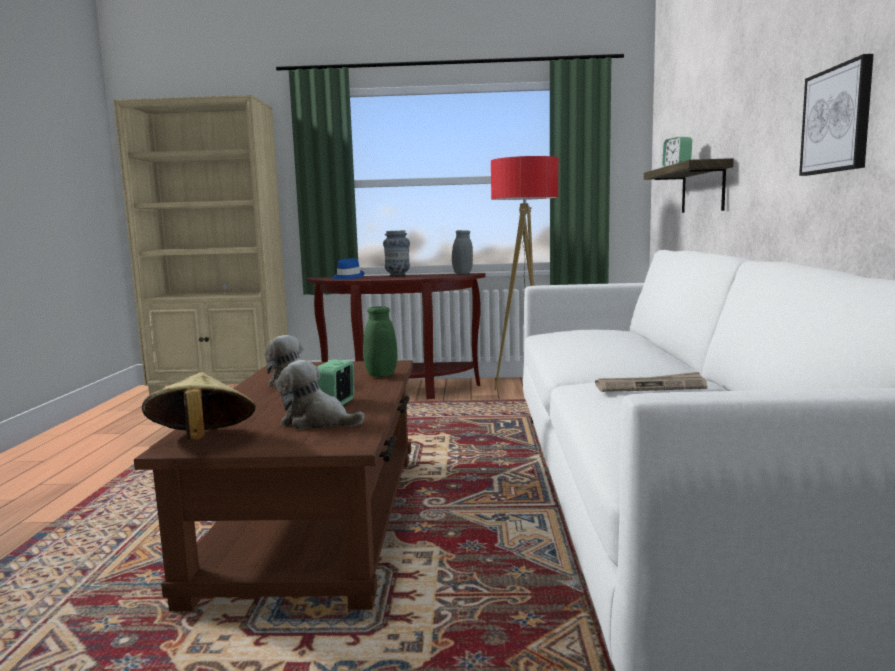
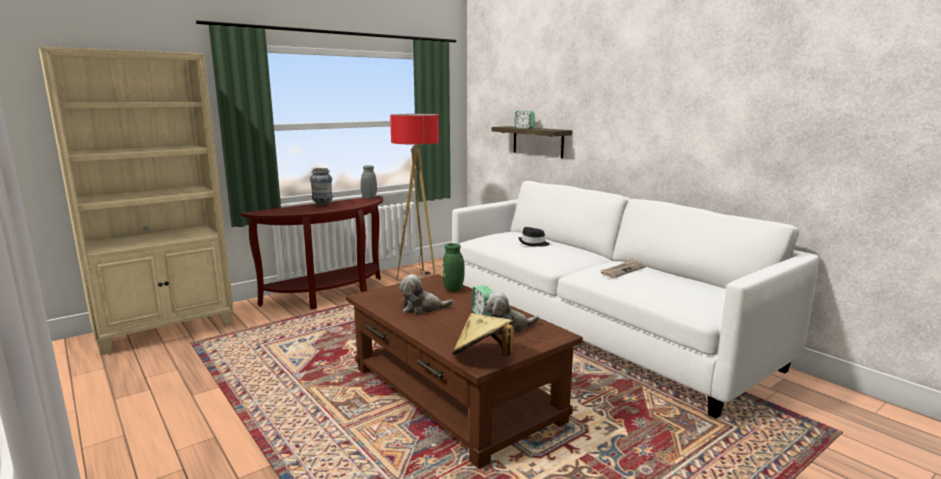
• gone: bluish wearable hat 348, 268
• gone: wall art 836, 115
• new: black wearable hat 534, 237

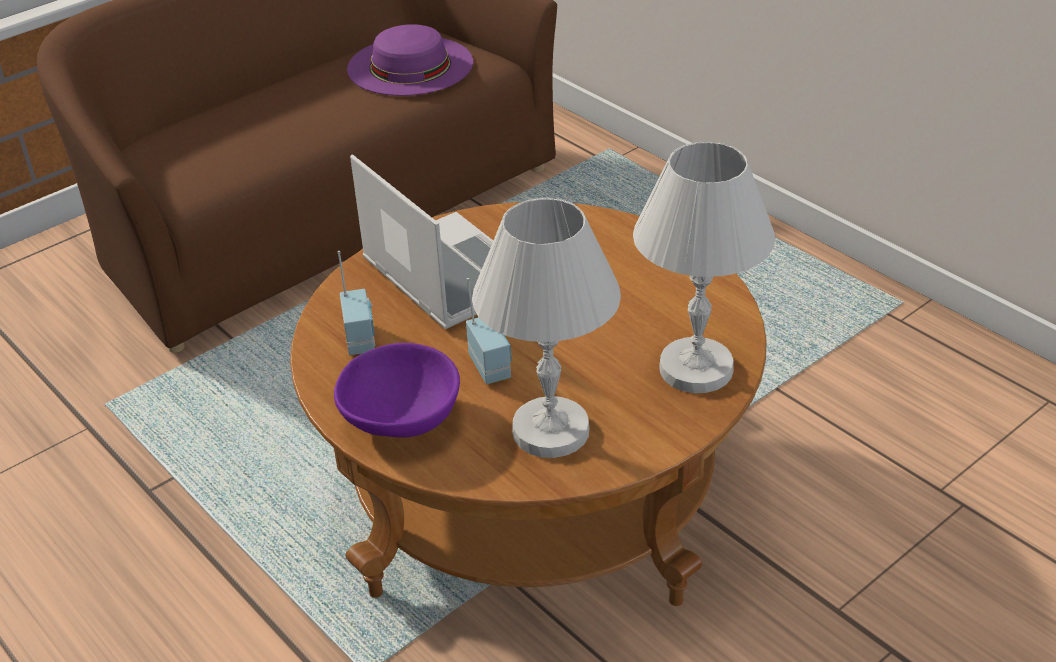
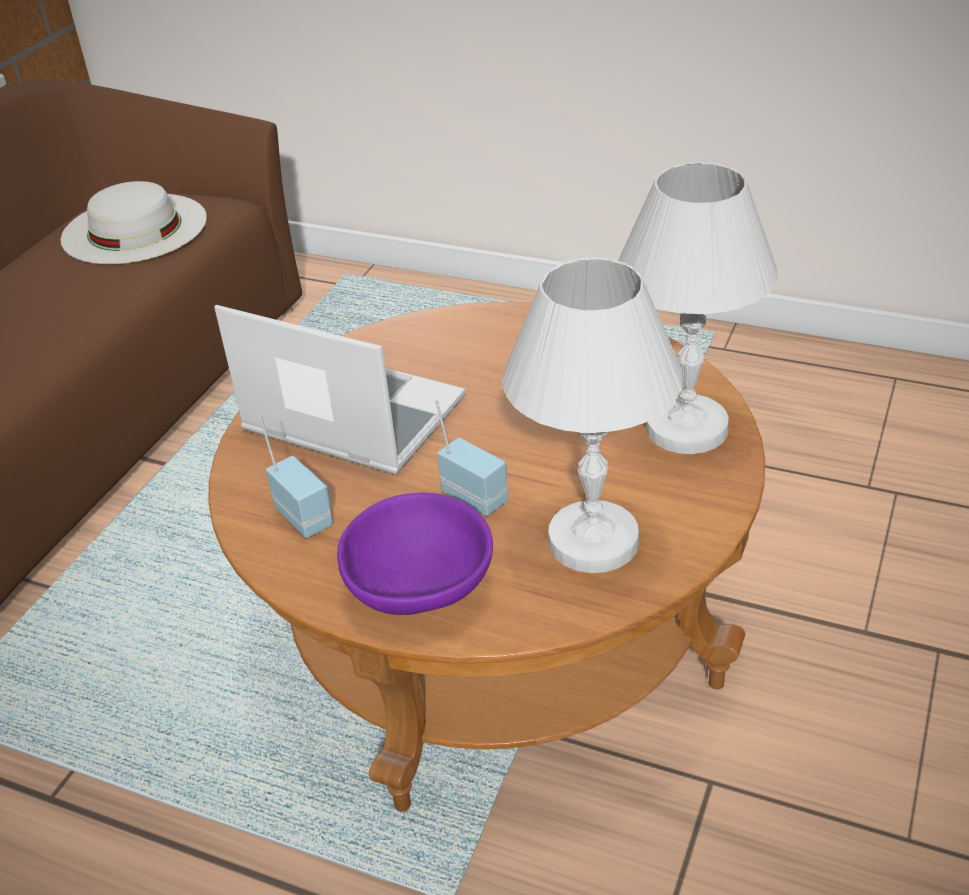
• repainted: purplish wearable hat 410, 60 to white-coloured wearable hat 134, 222

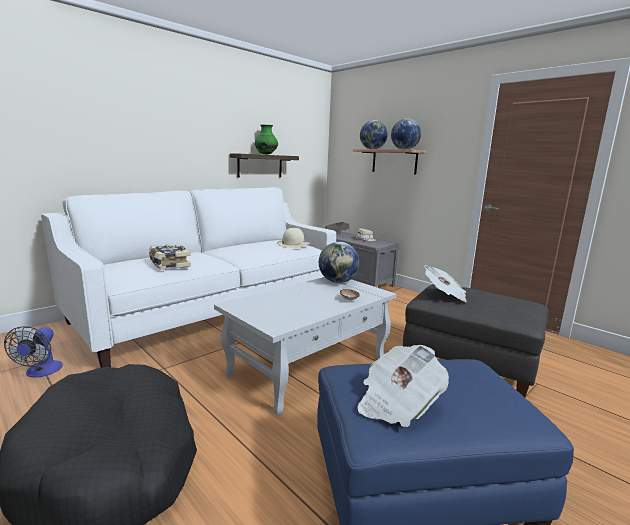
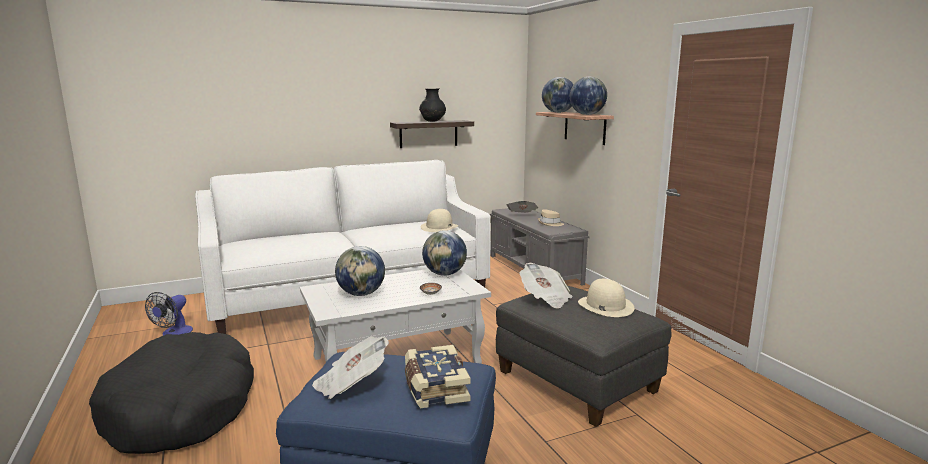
• new: desk globe 360, 271
• new: sand-coloured wearable hat 606, 298
• shifted: book 170, 257 to 438, 376
• repainted: green decorative vase 266, 140 to black decorative vase 432, 105

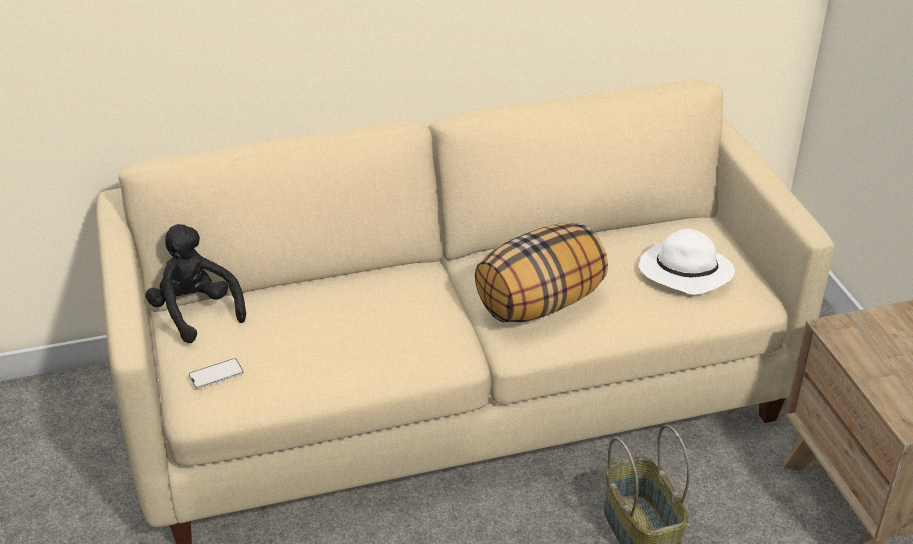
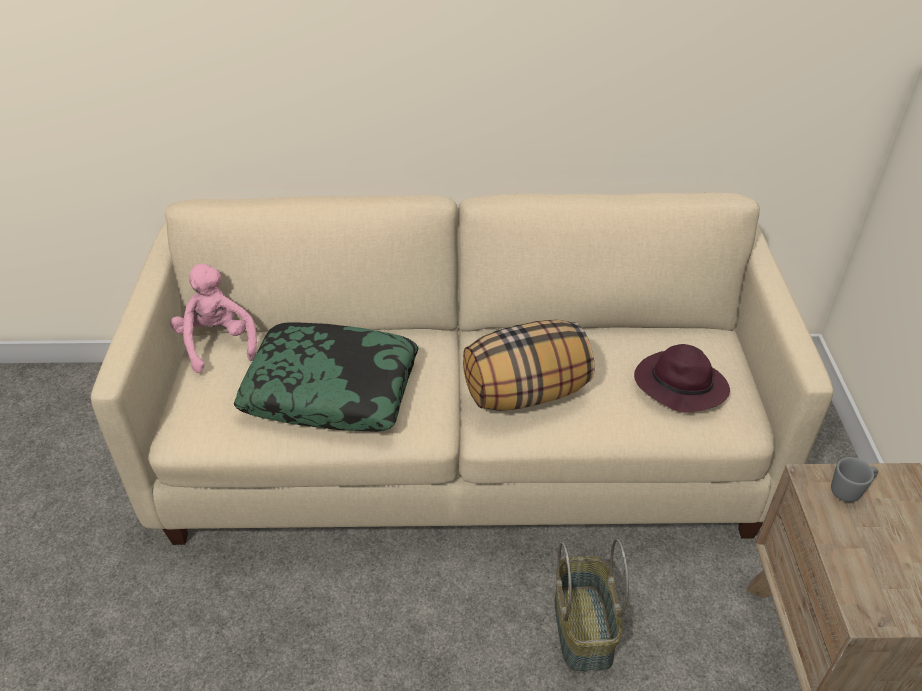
• gone: telephone 216, 373
• new: pillow 326, 377
• new: grey mug 854, 479
• repainted: black cuddly toy 195, 283 to pink-coloured cuddly toy 213, 318
• repainted: white-coloured wearable hat 687, 262 to purplish wearable hat 682, 378

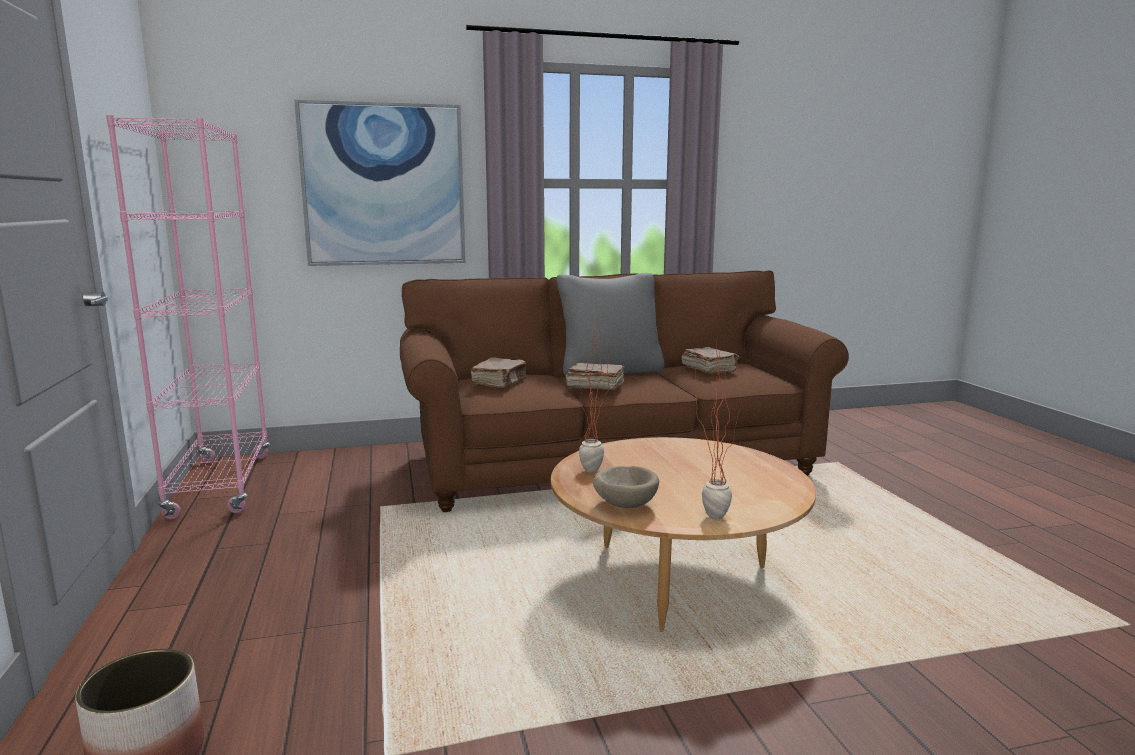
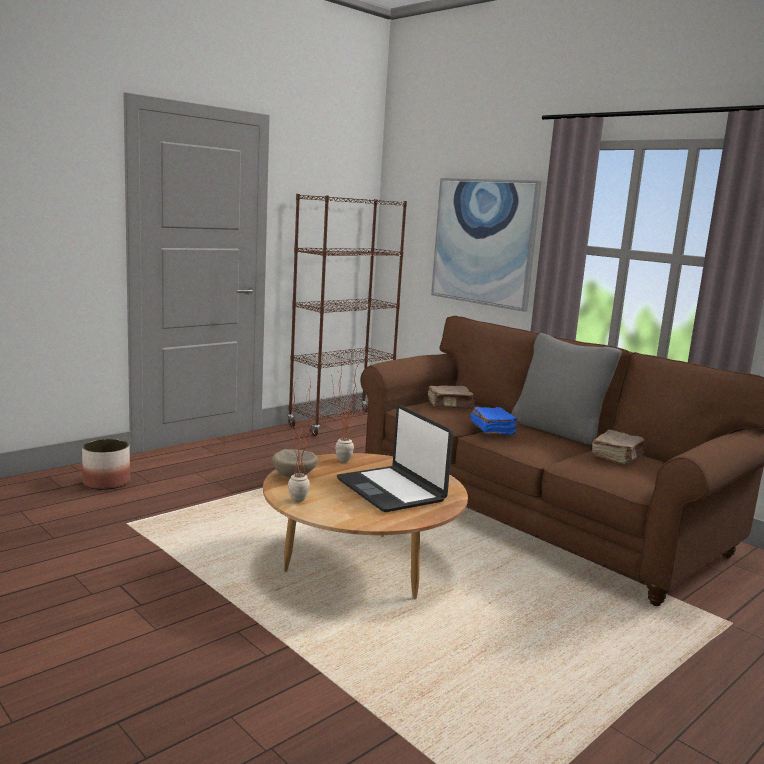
• new: portable computer 395, 458
• repainted: pink-coloured shelving unit 188, 317 to brown-coloured shelving unit 347, 315
• repainted: brown-coloured book 595, 376 to bluish book 495, 421

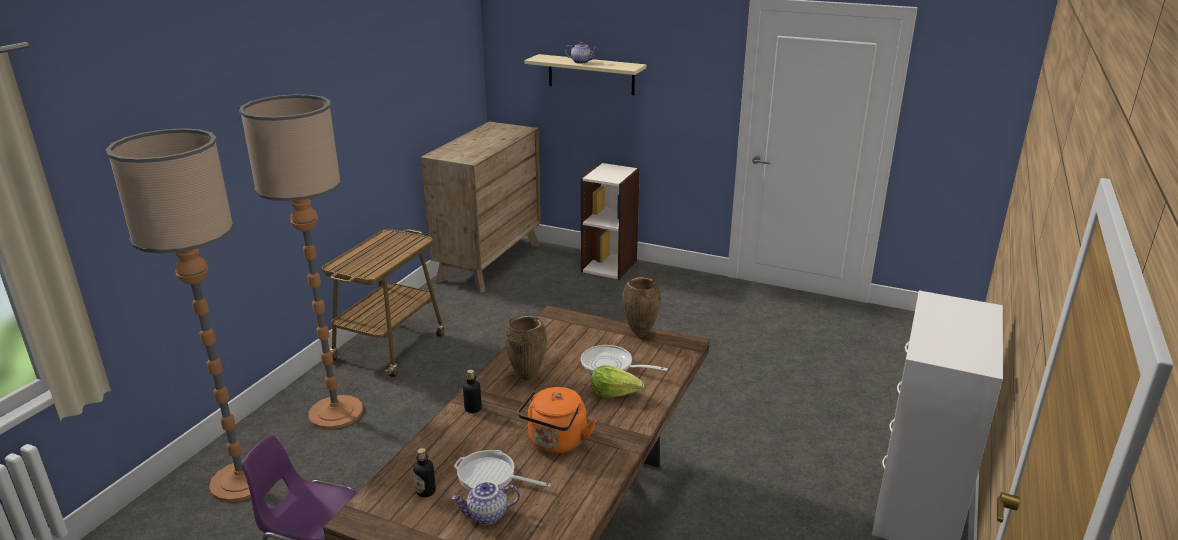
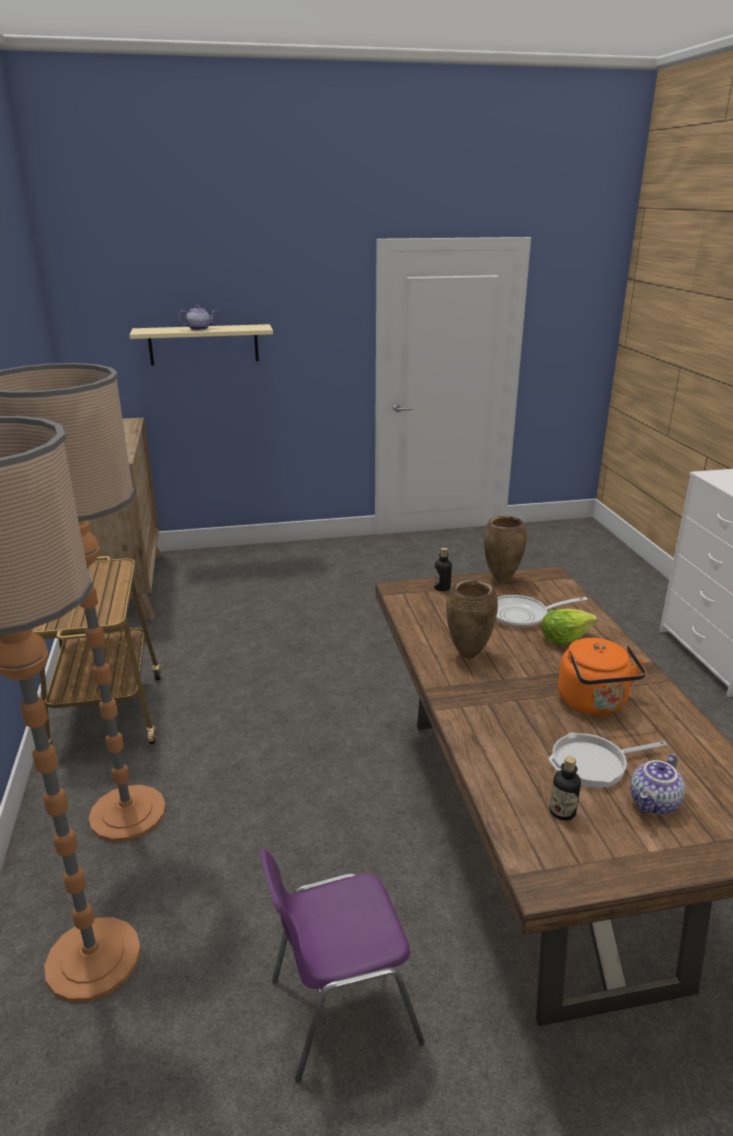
• gone: shelving unit 610, 221
• shifted: drink bottle 472, 391 to 443, 569

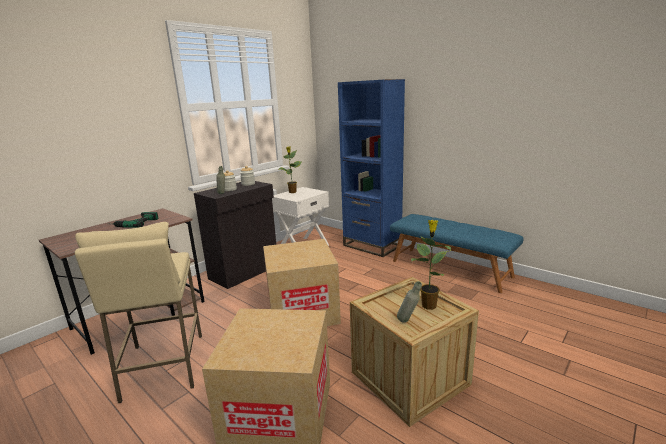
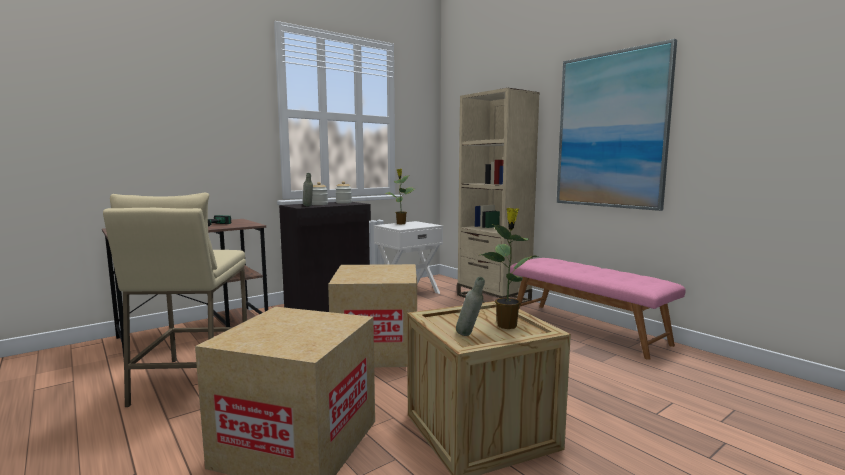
• new: wall art 617, 125
• repainted: bluish shelving unit 371, 168 to sand-coloured shelving unit 498, 195
• repainted: bluish long seat 456, 253 to pink-coloured long seat 598, 309

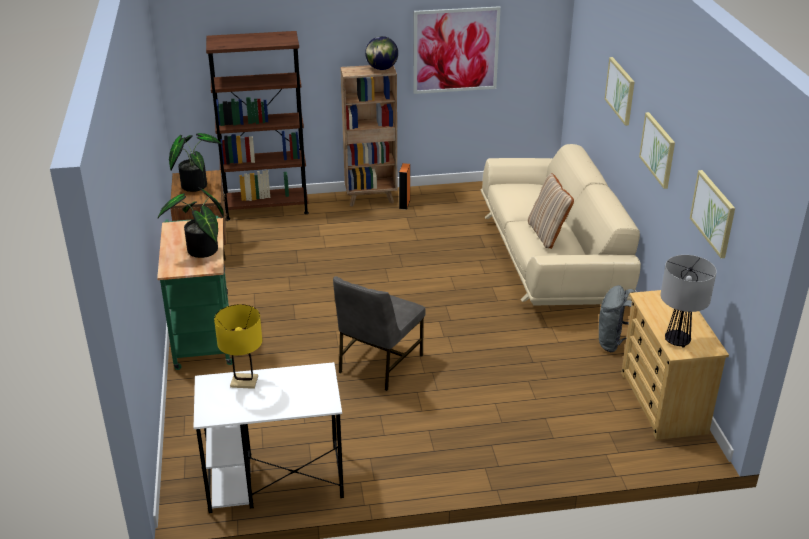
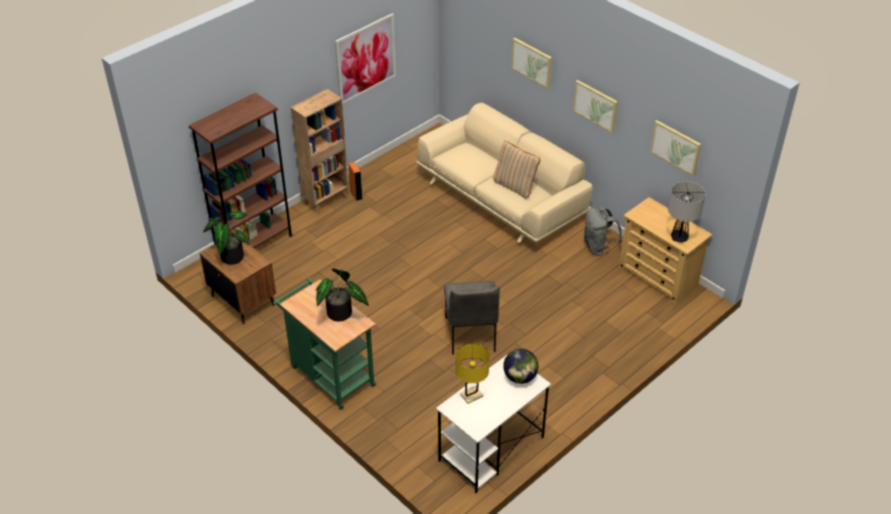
• shifted: desk globe 381, 53 to 520, 366

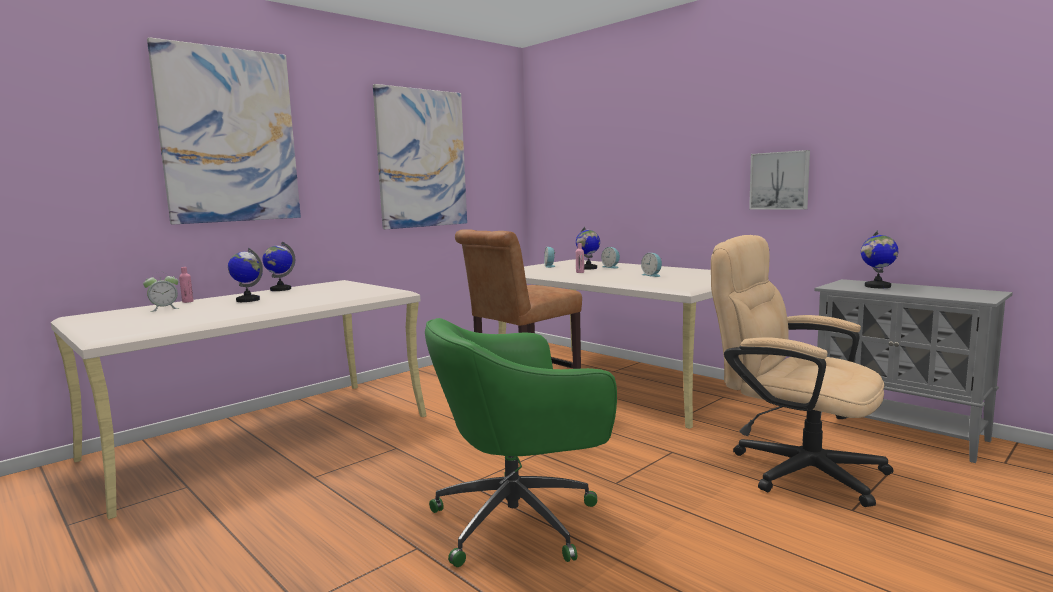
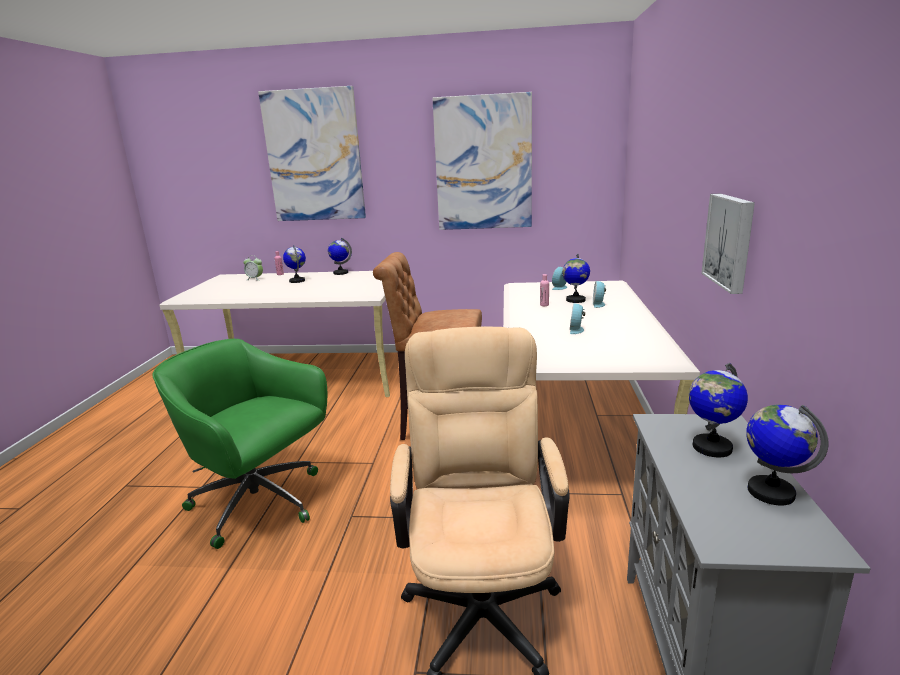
• new: desk globe 787, 455

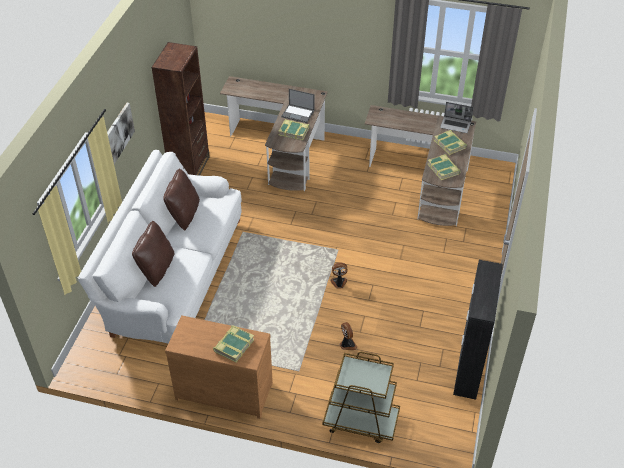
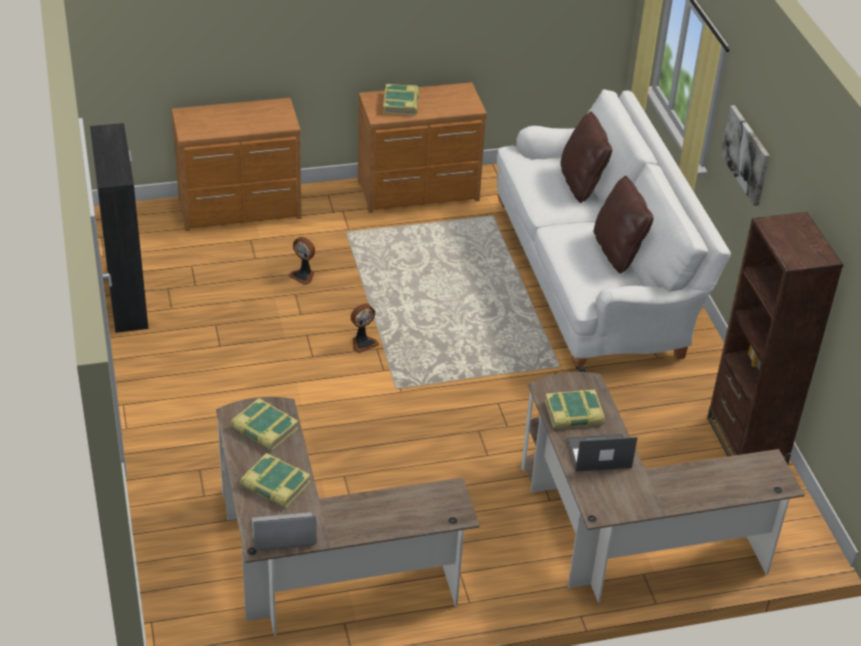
• swapped: brown-coloured wheeled cart 361, 397 to brown-coloured dresser 236, 164

